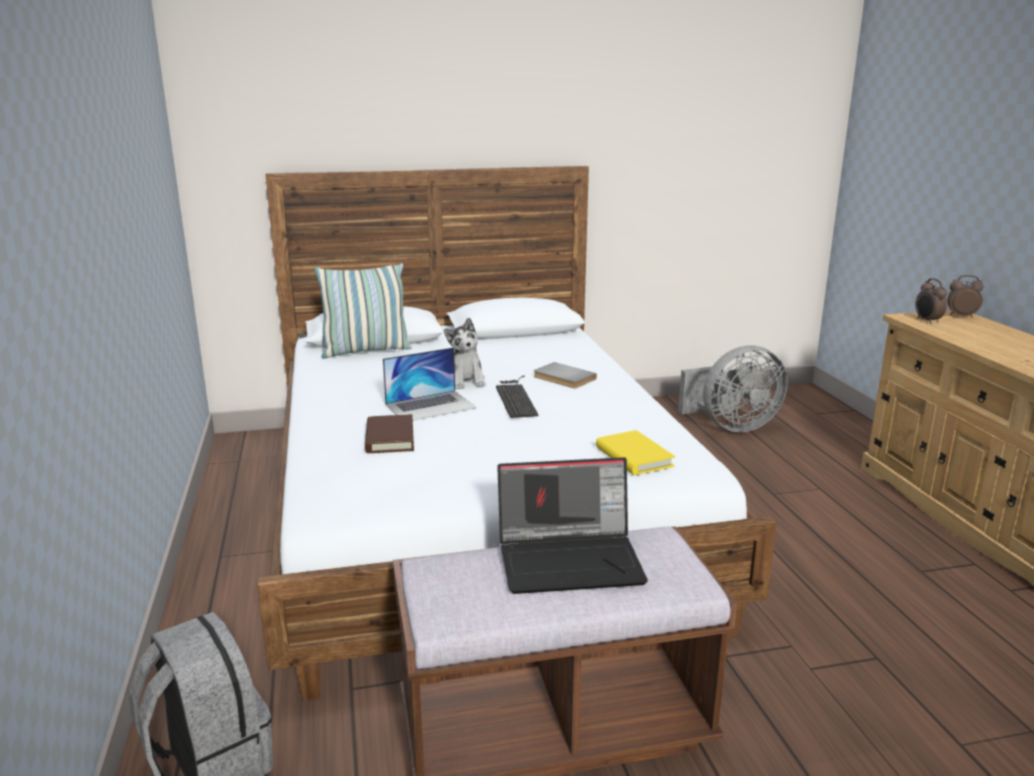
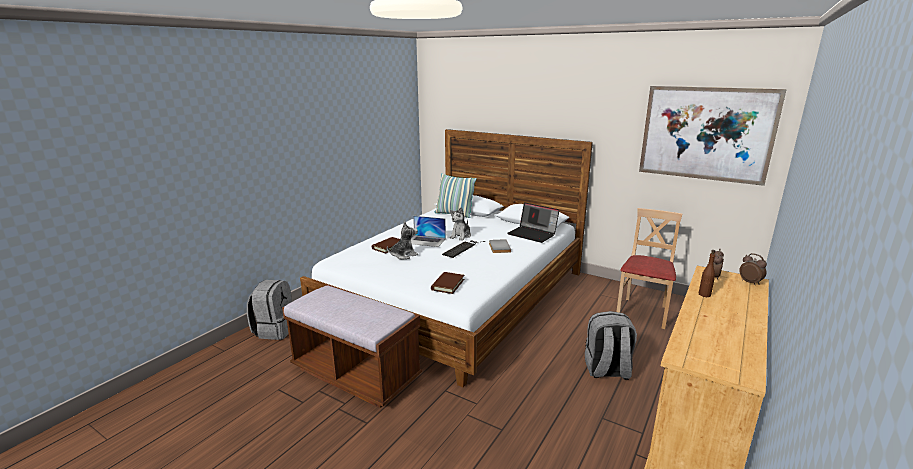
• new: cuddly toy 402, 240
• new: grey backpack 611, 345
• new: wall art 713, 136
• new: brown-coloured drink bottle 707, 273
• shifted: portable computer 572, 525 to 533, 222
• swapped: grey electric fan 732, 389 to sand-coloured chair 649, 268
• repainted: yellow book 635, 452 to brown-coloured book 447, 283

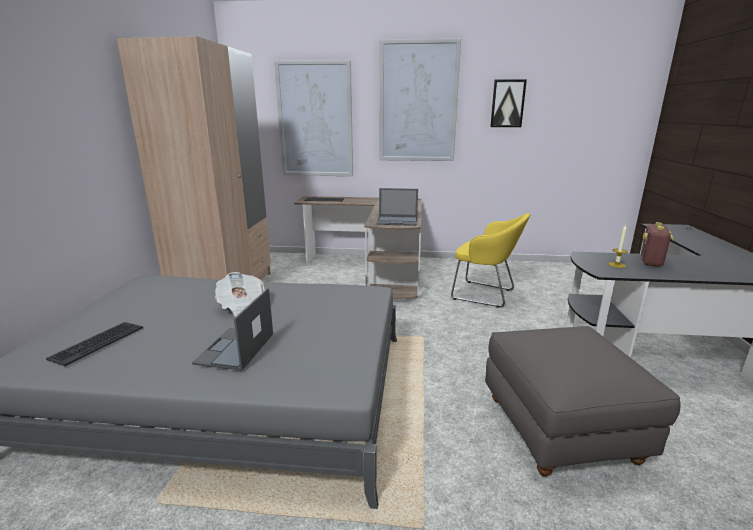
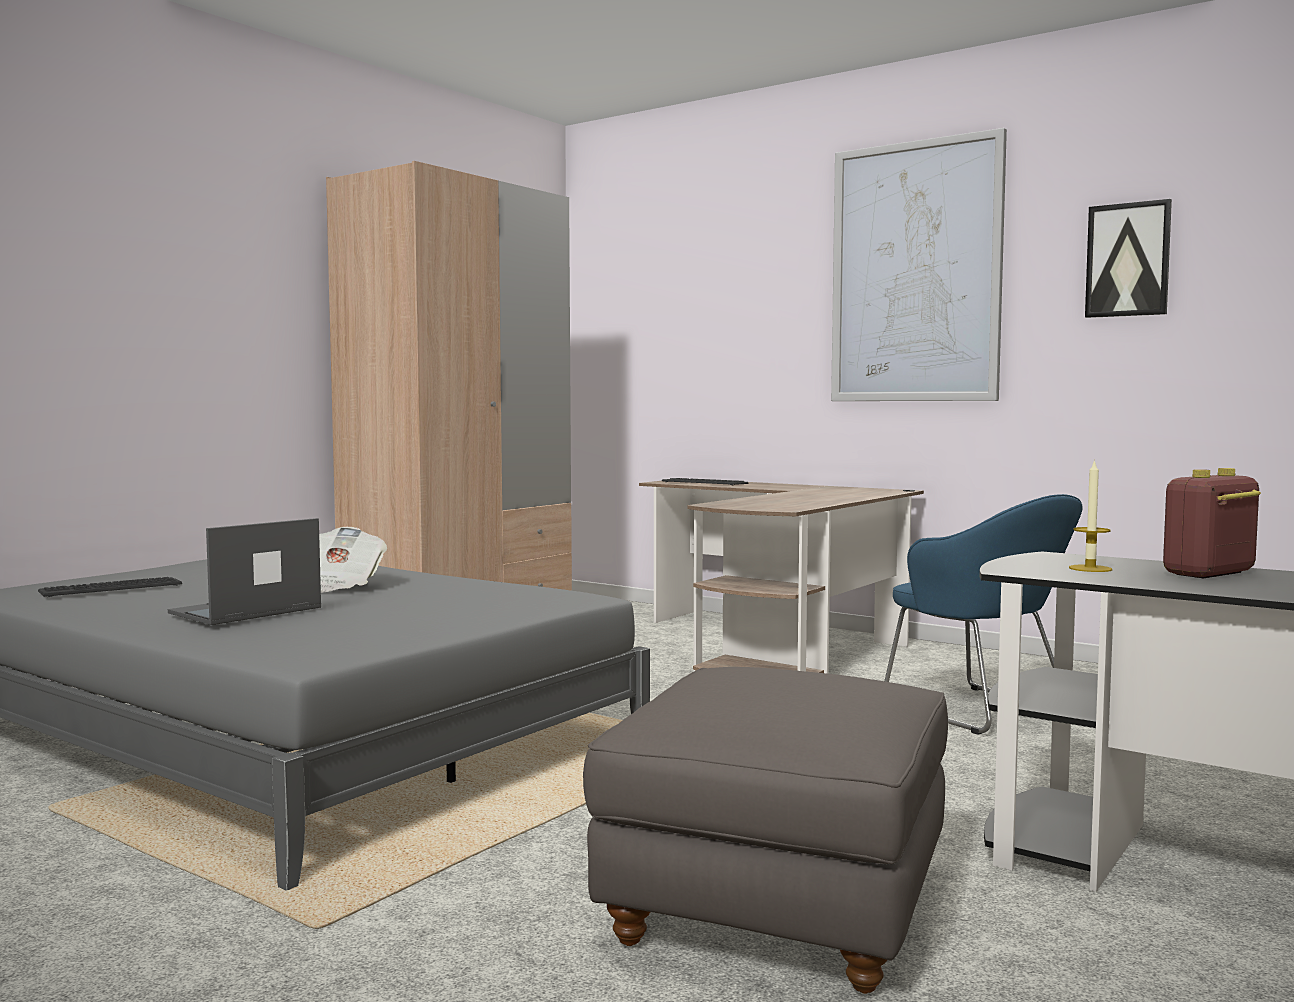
• gone: wall art 313, 118
• gone: portable computer 397, 207
• repainted: yellow easy chair 491, 260 to bluish easy chair 983, 614

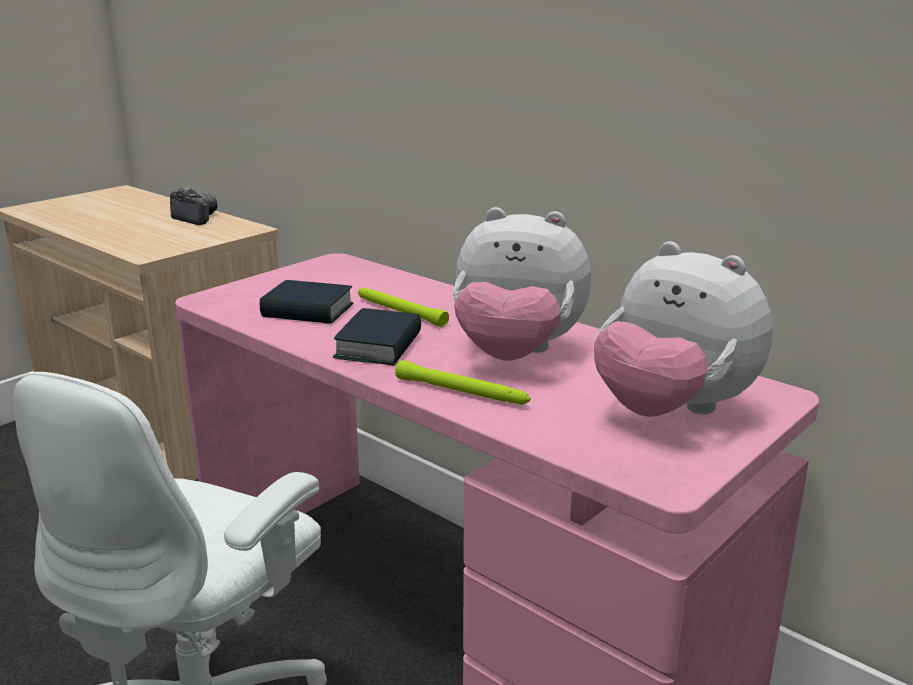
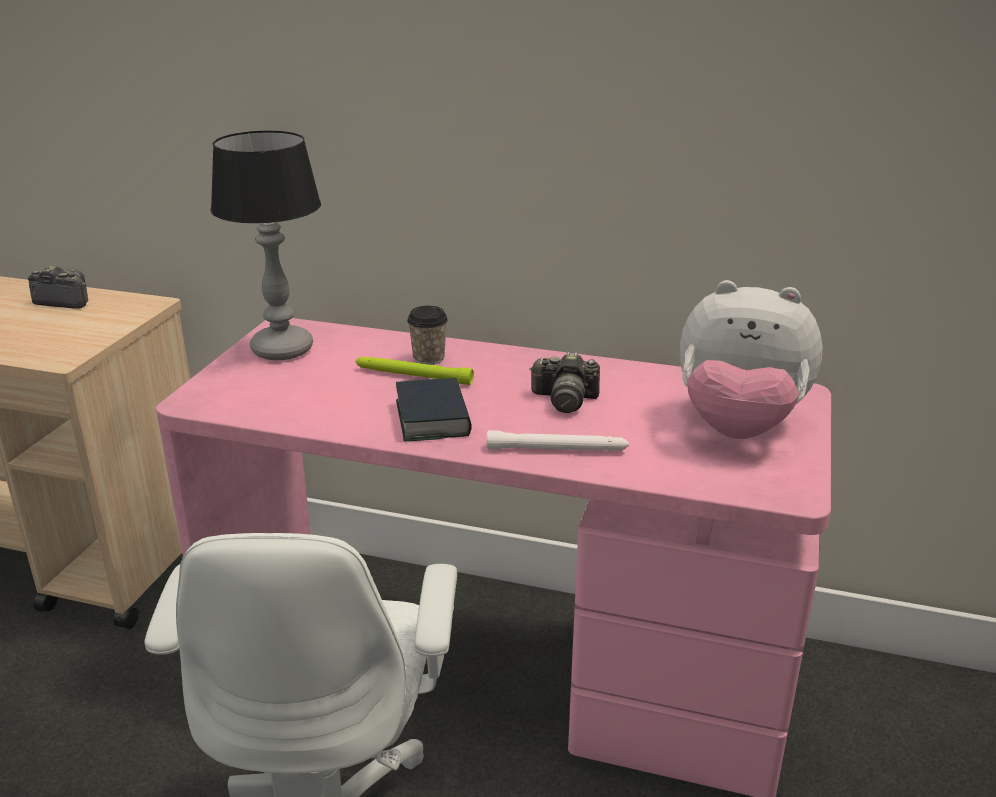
• gone: book 306, 302
• new: tabletop lamp 266, 245
• new: cup 427, 335
• swapped: cuddly toy 522, 284 to still camera 564, 382
• repainted: green flashlight 463, 382 to white-coloured flashlight 558, 440

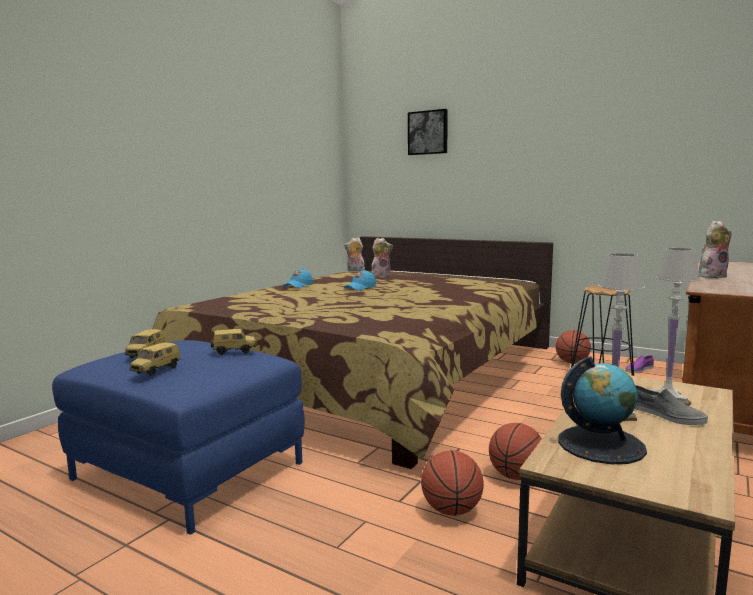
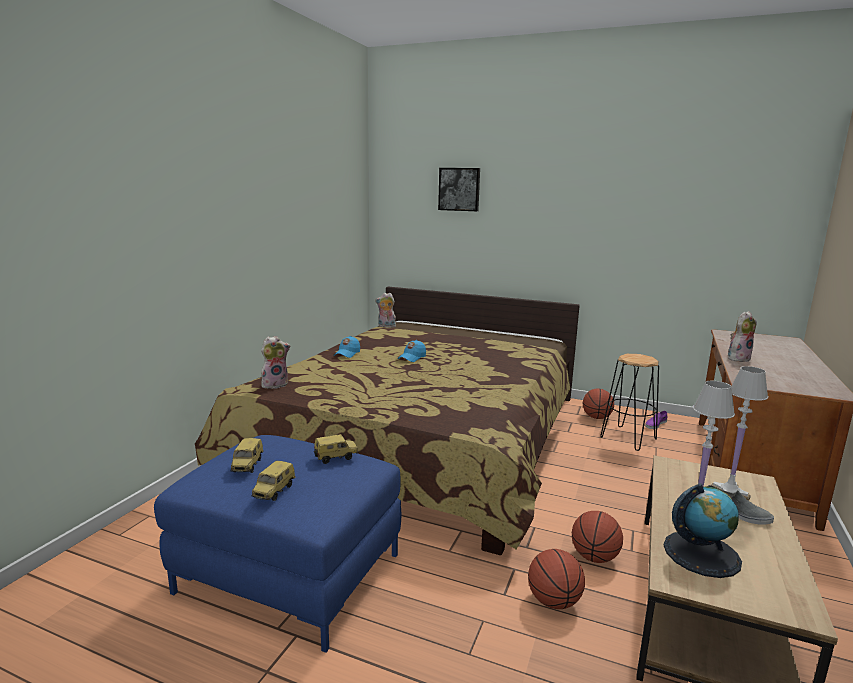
• shifted: cuddly toy 382, 257 to 275, 362

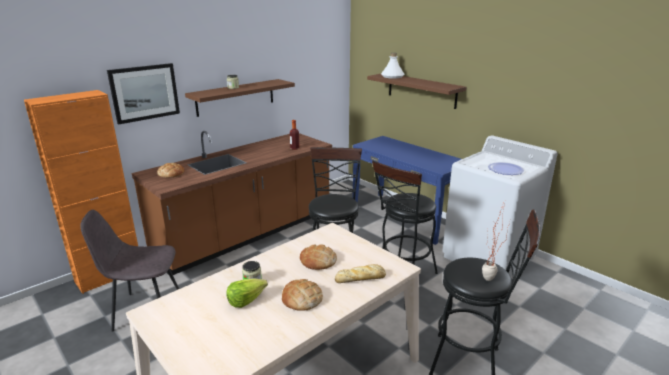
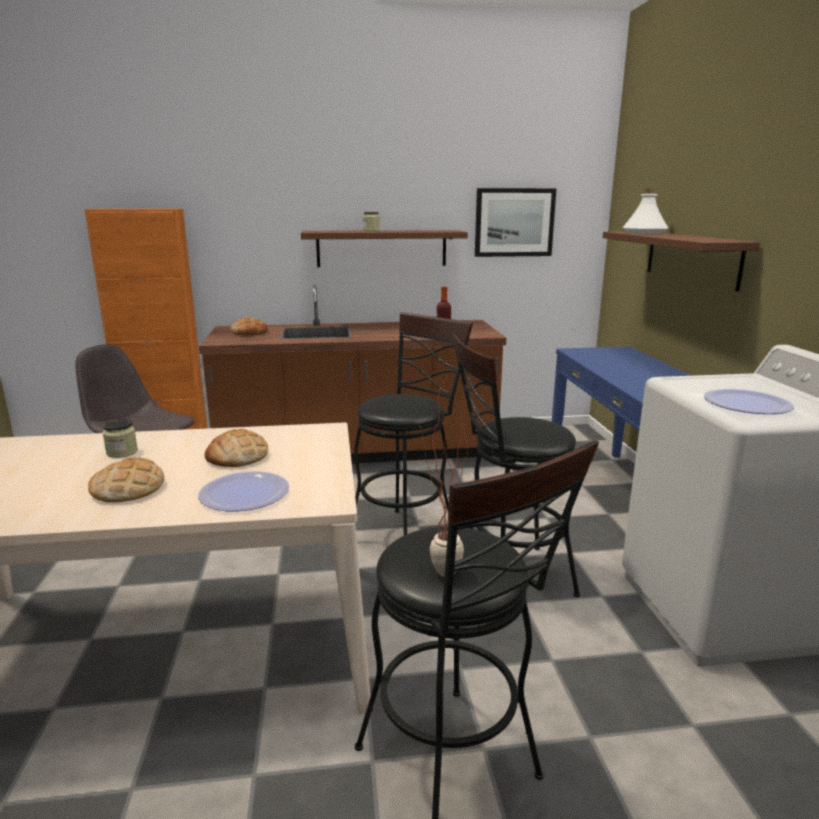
• gone: lettuce head 247, 293
• shifted: wall art 143, 93 to 516, 222
• swapped: bakery bread 360, 273 to dinner plate 243, 491

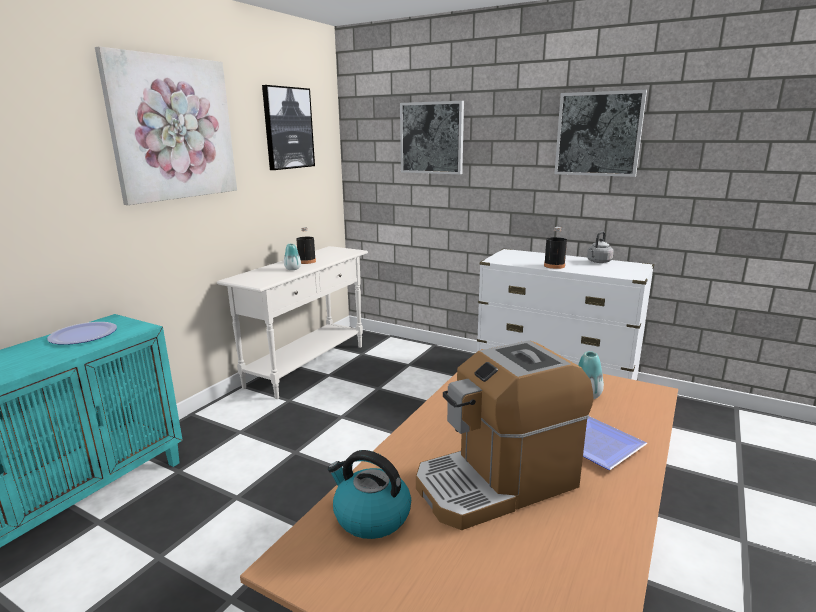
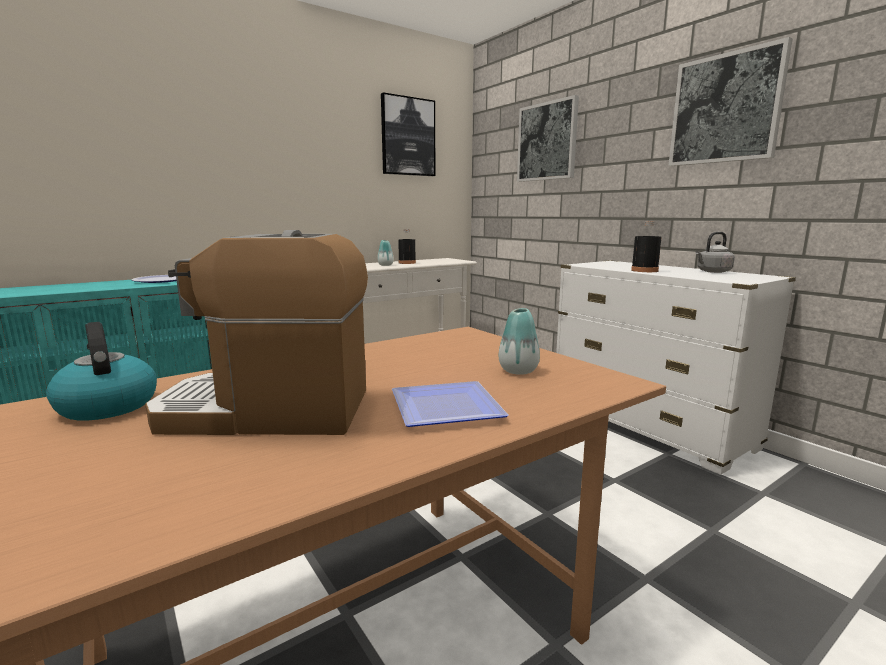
• gone: wall art 166, 125

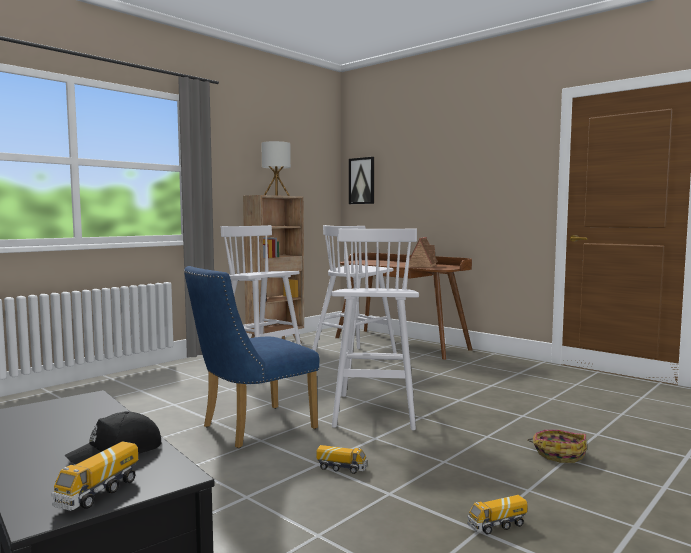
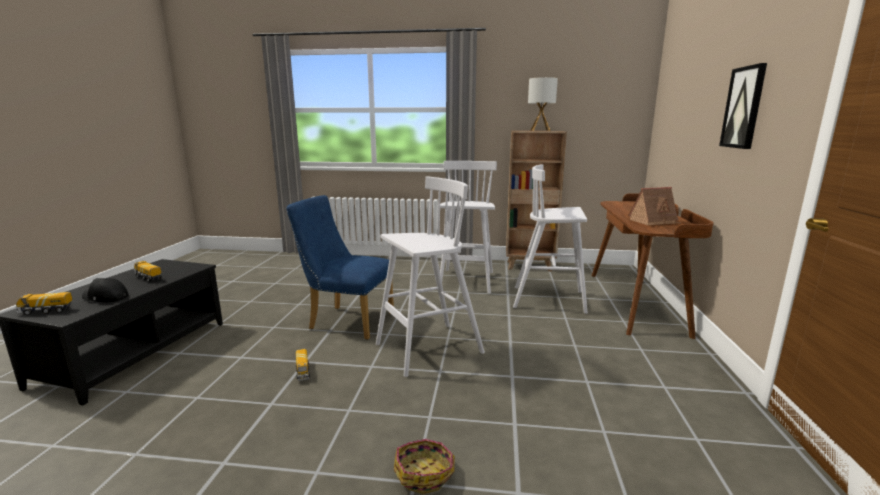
• shifted: wall art 361, 180 to 743, 106
• shifted: toy truck 497, 515 to 147, 271

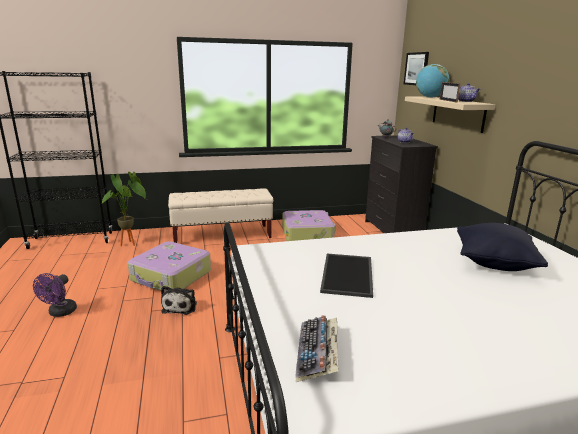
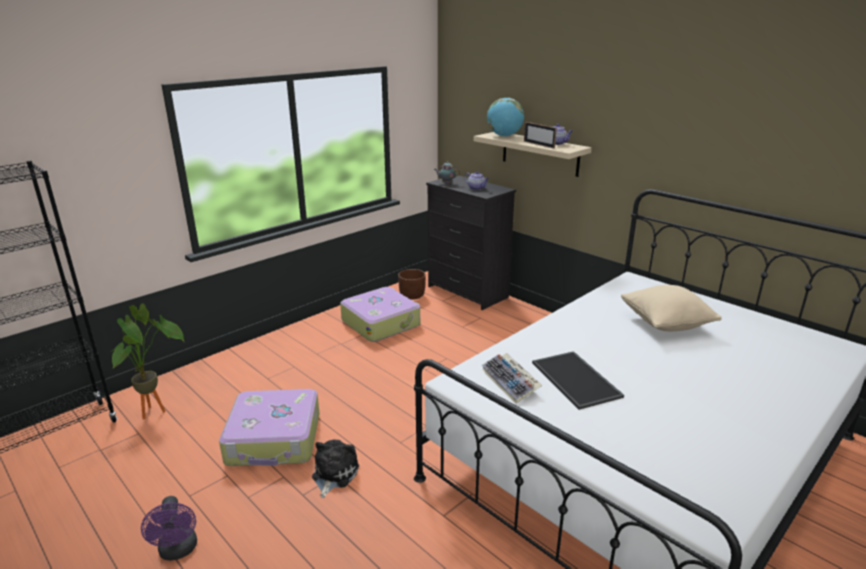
• gone: sand-coloured long seat 220, 215
• gone: wall art 416, 68
• new: brown-coloured plant pot 412, 284
• shifted: computer keyboard 317, 348 to 512, 378
• repainted: black pillow 502, 247 to sand-coloured pillow 671, 308
• rotated: cuddly toy 179, 300 = 335, 468 135 degrees counterclockwise

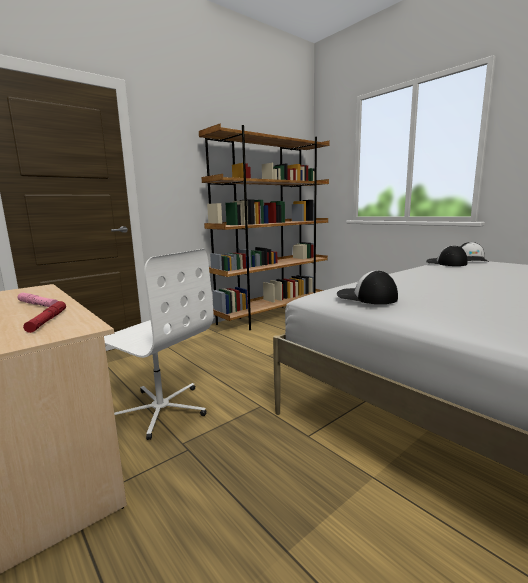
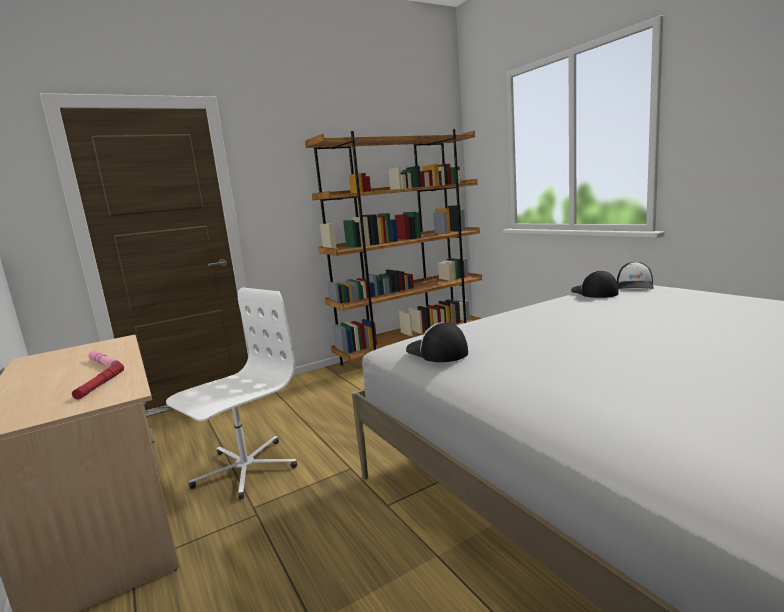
• rotated: white-coloured office chair 159, 344 = 231, 394 90 degrees counterclockwise

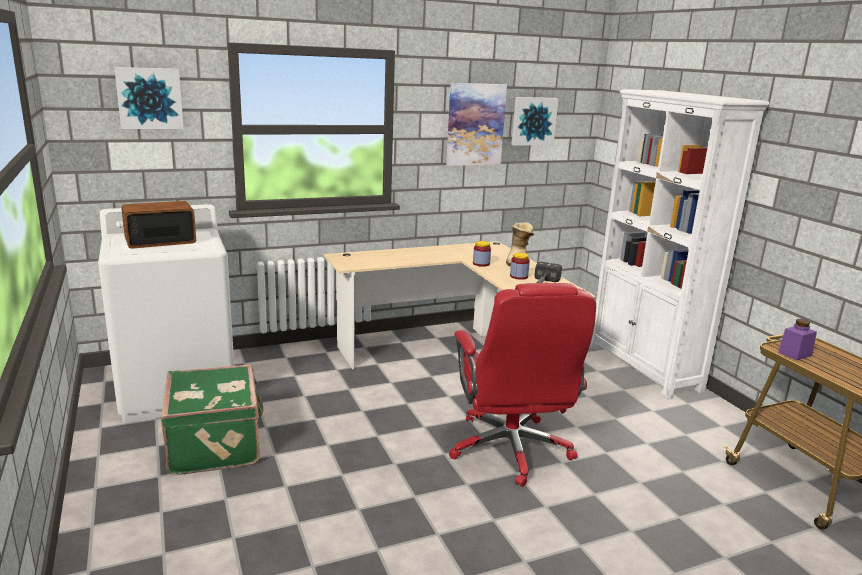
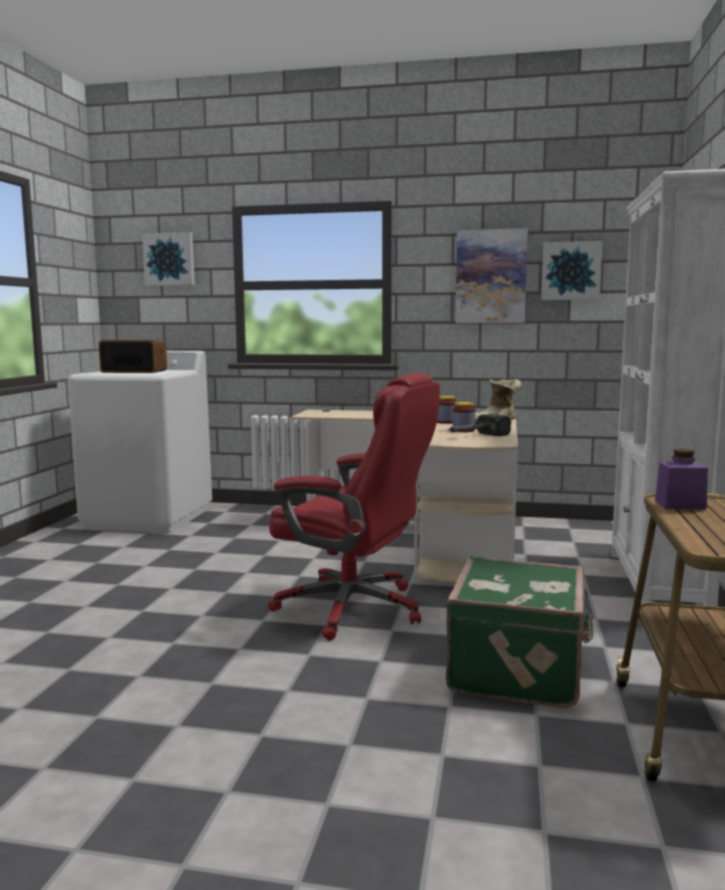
• shifted: green suitcase 212, 419 to 519, 632
• rotated: red office chair 522, 385 = 354, 507 90 degrees counterclockwise

